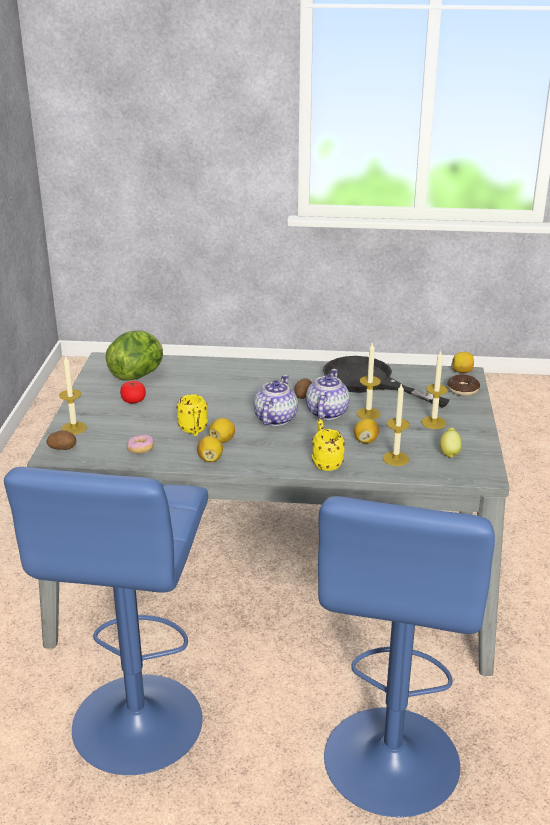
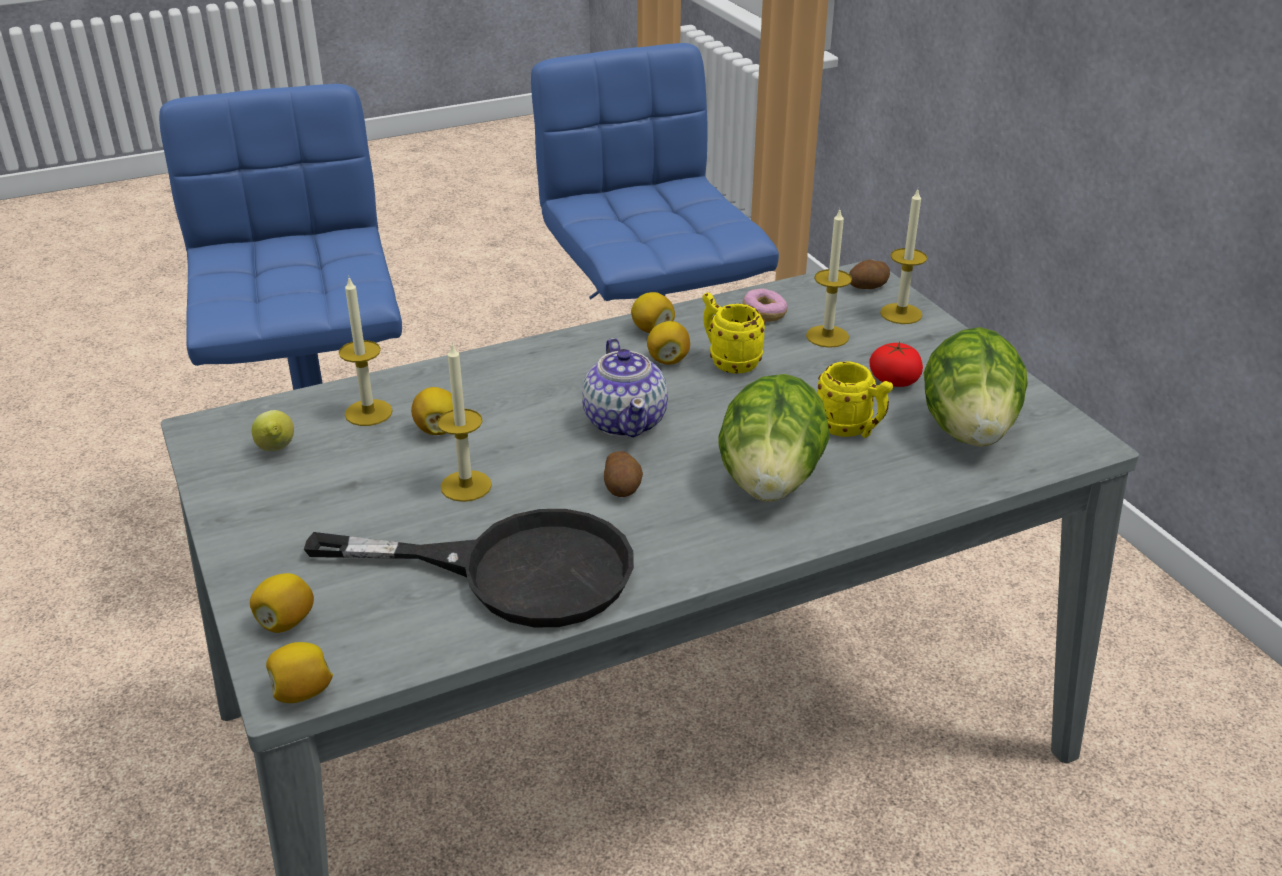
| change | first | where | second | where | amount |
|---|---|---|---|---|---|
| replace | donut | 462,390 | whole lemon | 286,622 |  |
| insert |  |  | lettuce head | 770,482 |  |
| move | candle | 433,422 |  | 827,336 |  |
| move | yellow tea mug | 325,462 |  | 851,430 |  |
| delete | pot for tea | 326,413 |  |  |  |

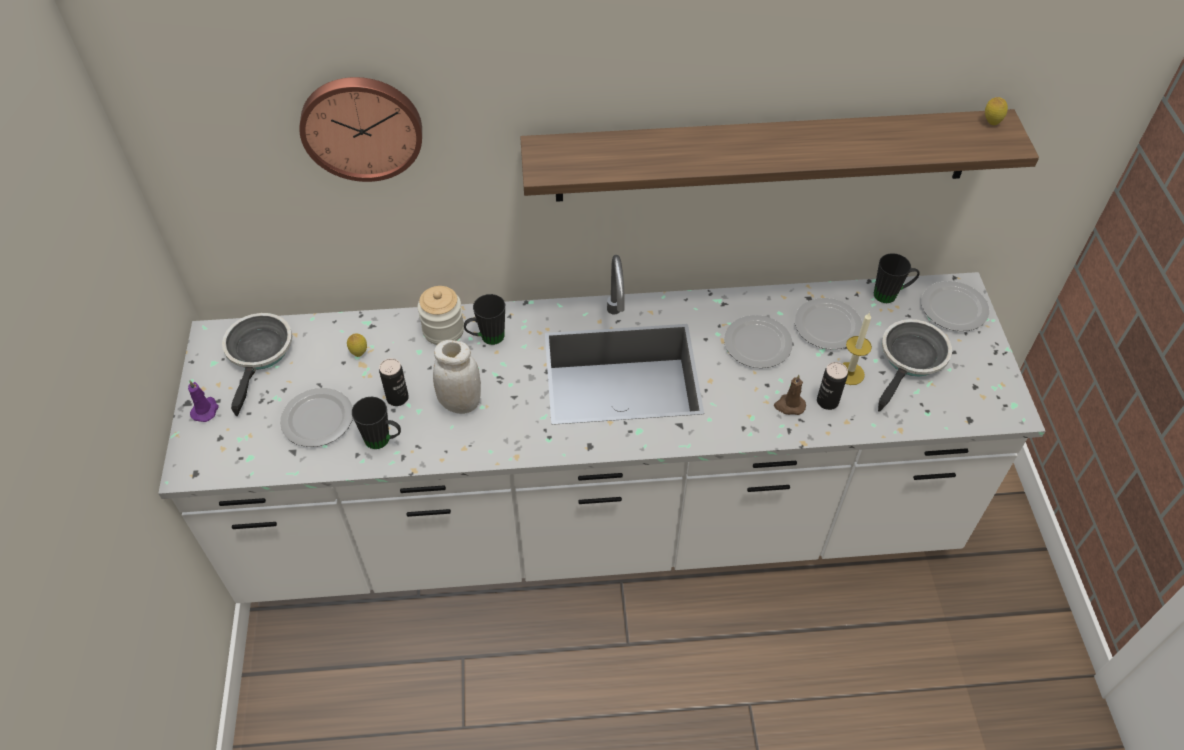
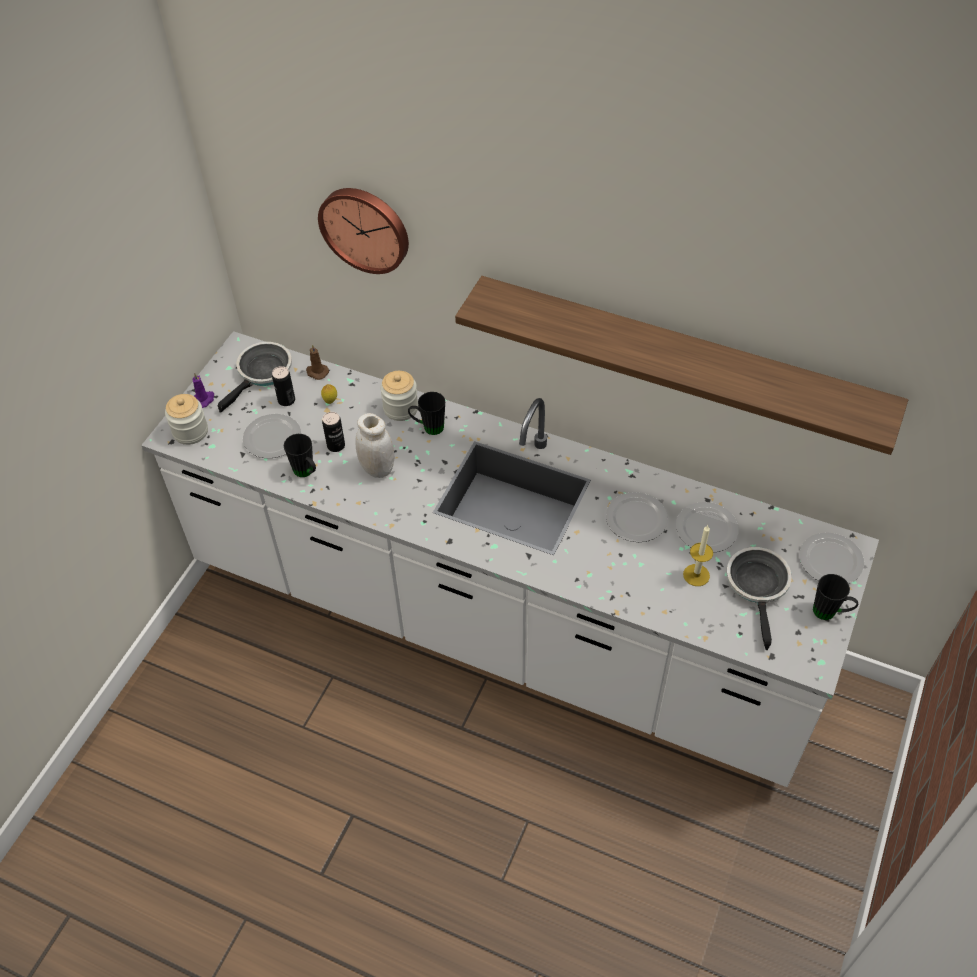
| change | first | where | second | where | amount |
|---|---|---|---|---|---|
| insert |  |  | preserve jar | 190,431 |  |
| move | metal can | 827,401 |  | 286,400 |  |
| move | brown candle | 789,405 |  | 316,372 |  |
| rotate | pan | 911,360 |  | 758,587 | 60 degrees counterclockwise |
| move | black tea mug | 891,295 |  | 830,613 |  |
| delete | whole lemon | 991,122 |  |  |  |

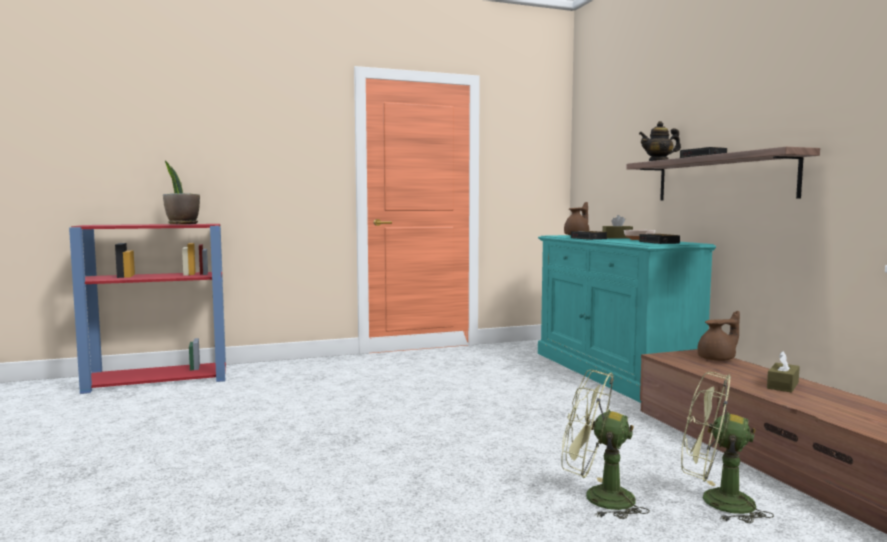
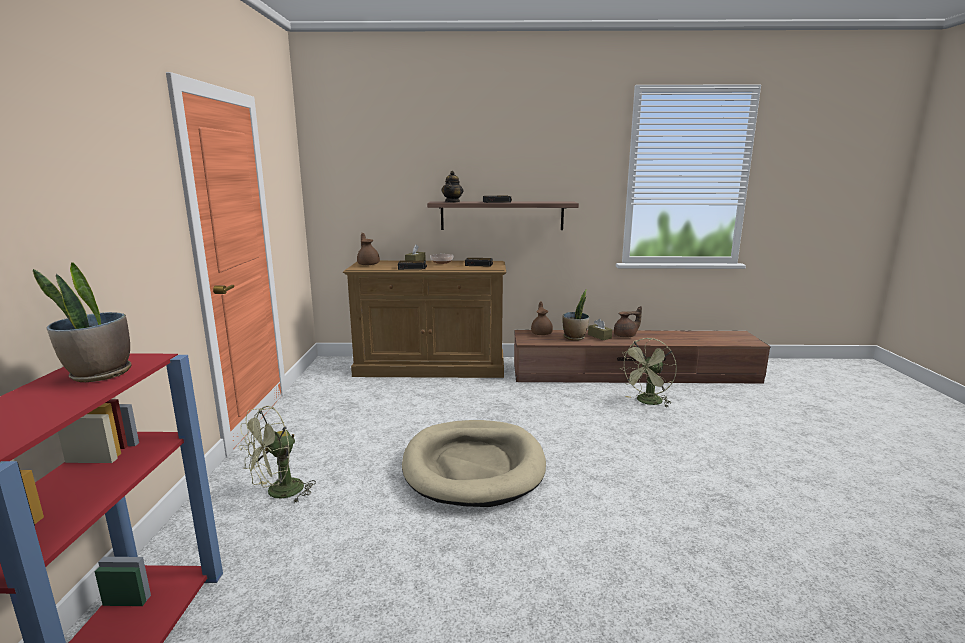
| change | first | where | second | where | amount |
|---|---|---|---|---|---|
| move | green cooling fan | 597,498 |  | 278,493 |  |
| recolor | turquoise cabinet | 612,372 | brown cabinet | 431,367 |  |
| insert |  |  | sand-coloured dog cushion | 473,466 |  |
| insert |  |  | houseplant | 574,337 |  |
| insert |  |  | brown pot for tea | 626,336 |  |

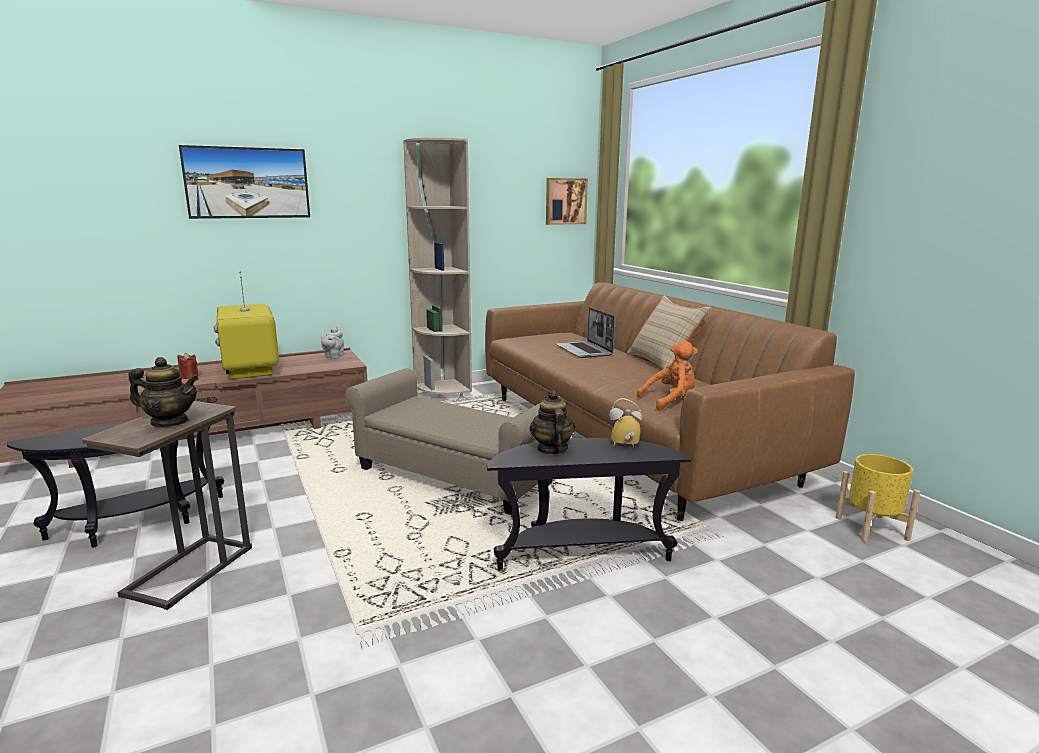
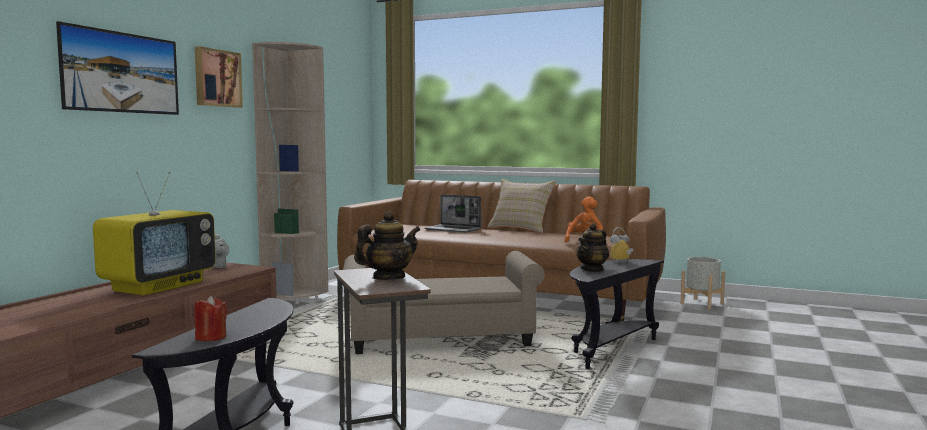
| change | first | where | second | where | amount |
|---|---|---|---|---|---|
| rotate | TV | 251,370 |  | 159,286 | 90 degrees counterclockwise |
| move | wall art | 565,201 |  | 217,78 |  |
| move | red-coloured candle | 189,376 |  | 211,337 |  |
| rotate | pot for tea | 551,449 |  | 592,269 | 90 degrees counterclockwise |
| recolor | yellow plant pot | 871,528 | gray plant pot | 701,304 |  |

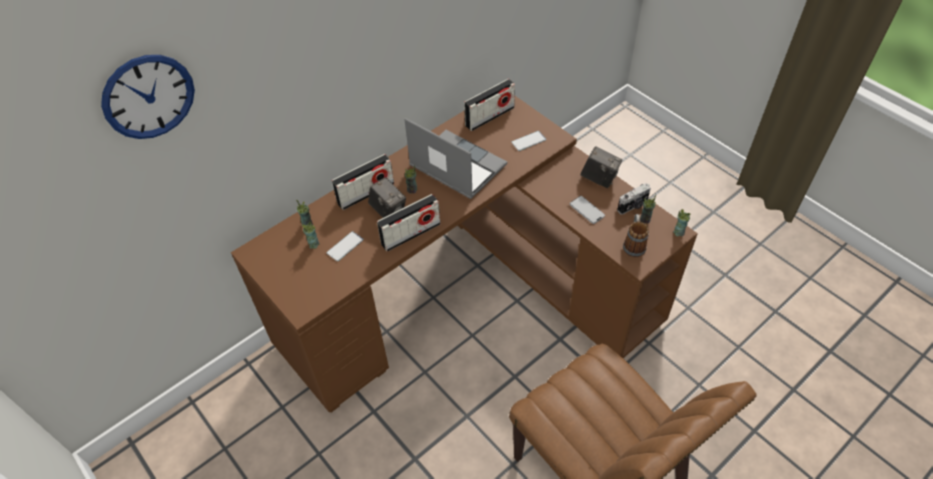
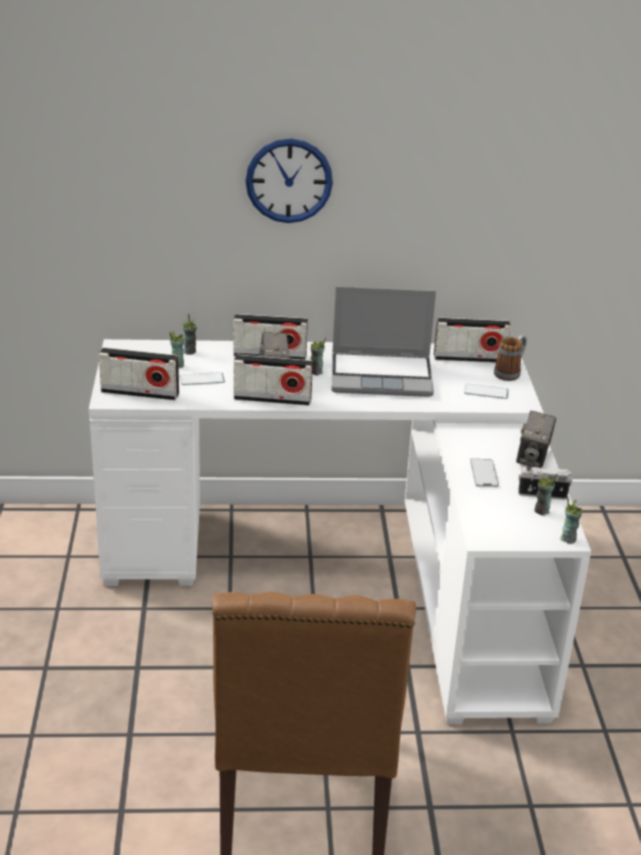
| change | first | where | second | where | amount |
|---|---|---|---|---|---|
| recolor | brown desk unit | 469,293 | white desk unit | 351,573 |  |
| insert |  |  | radio receiver | 140,393 |  |
| move | clock on the wall | 148,97 |  | 289,180 |  |
| rotate | notebook computer | 456,166 |  | 382,376 | 105 degrees clockwise |
| move | tea mug | 633,244 |  | 510,373 |  |
| rotate | photo camera | 599,178 |  | 533,458 | 45 degrees clockwise |

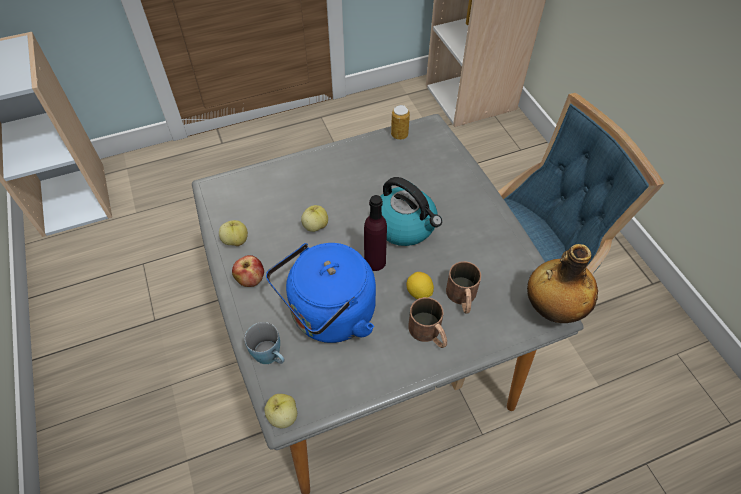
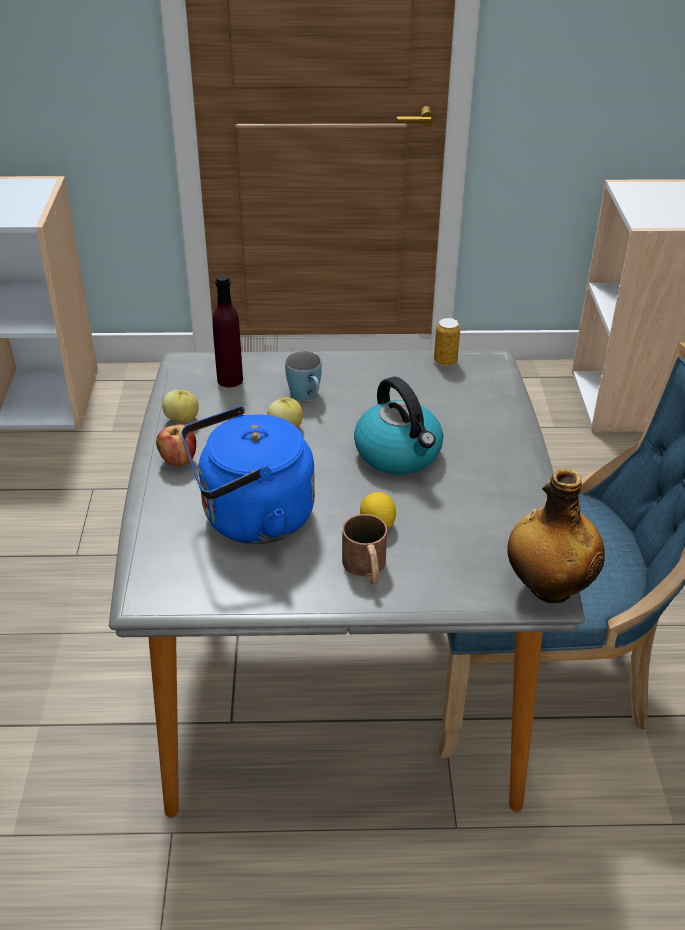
| change | first | where | second | where | amount |
|---|---|---|---|---|---|
| move | purple bottle | 375,262 |  | 230,380 |  |
| move | blue-coloured tea mug | 271,357 |  | 307,397 |  |
| delete | whole apple | 282,416 |  |  |  |
| delete | brown tea mug | 462,298 |  |  |  |

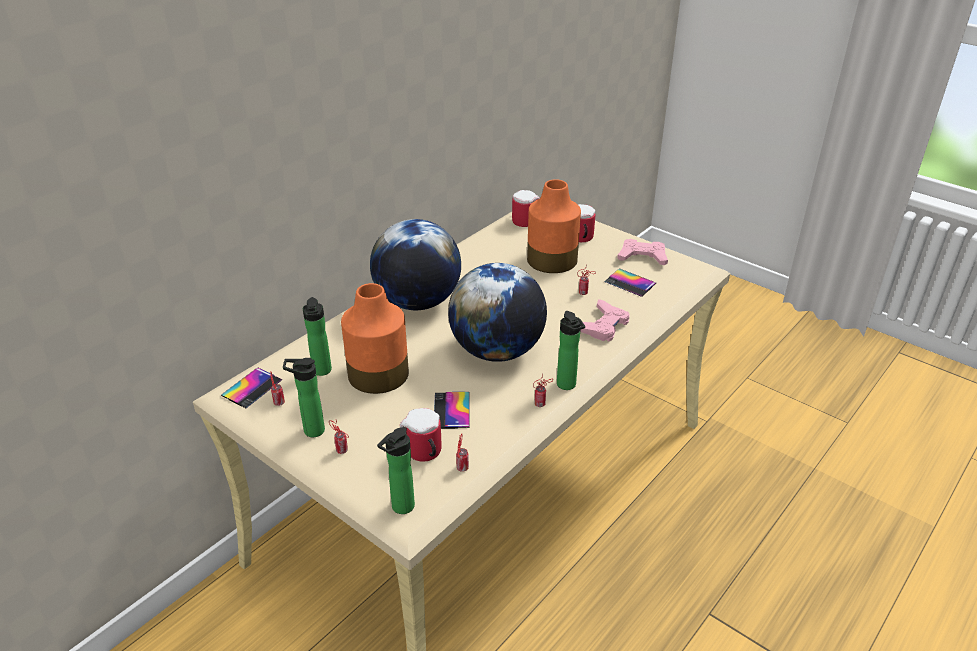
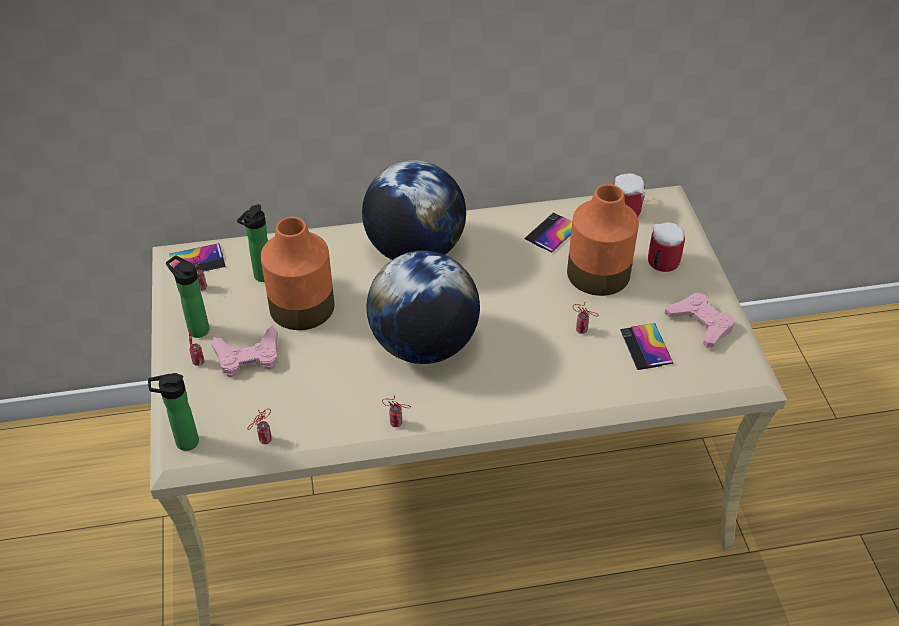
| change | first | where | second | where | amount |
|---|---|---|---|---|---|
| move | pink-coloured gamepad | 603,326 |  | 248,357 |  |
| move | telephone | 451,410 |  | 552,232 |  |
| delete | tea mug | 424,454 |  |  |  |
| delete | bottle | 567,386 |  |  |  |

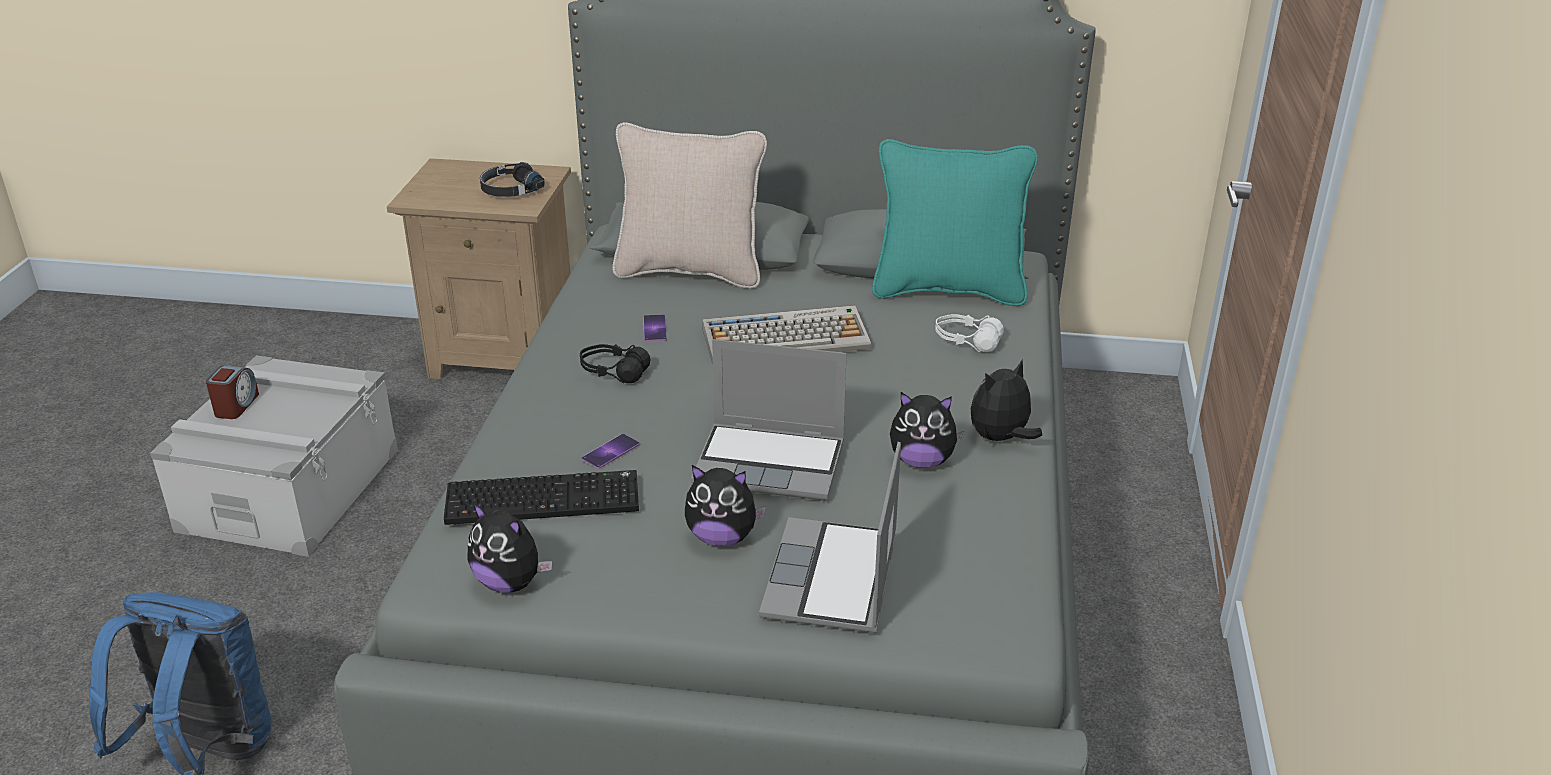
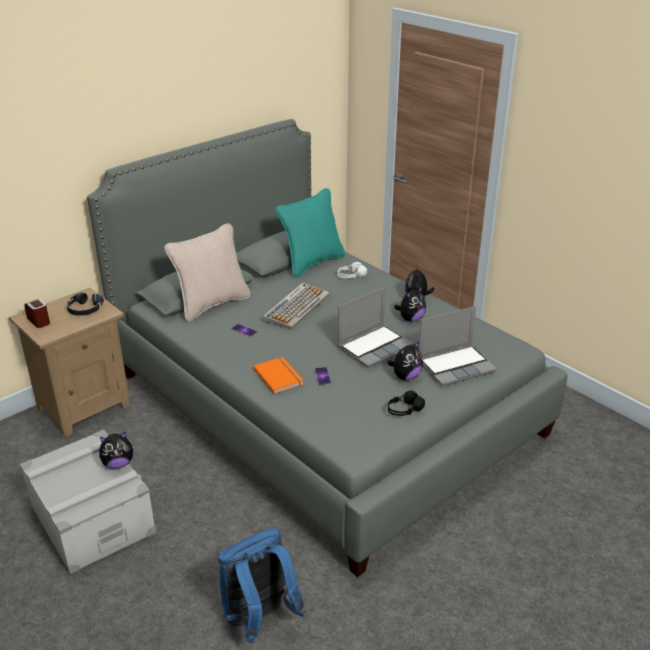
| change | first | where | second | where | amount |
|---|---|---|---|---|---|
| move | table clock | 236,406 |  | 39,321 |  |
| move | cuddly toy | 510,582 |  | 118,464 |  |
| insert |  |  | orangey bound book | 279,376 |  |
| move | black pair of headphones | 613,372 |  | 404,410 |  |
| rotate | notebook computer | 833,580 |  | 456,366 | 75 degrees counterclockwise |
| delete | PC keyboard | 545,498 |  |  |  |

